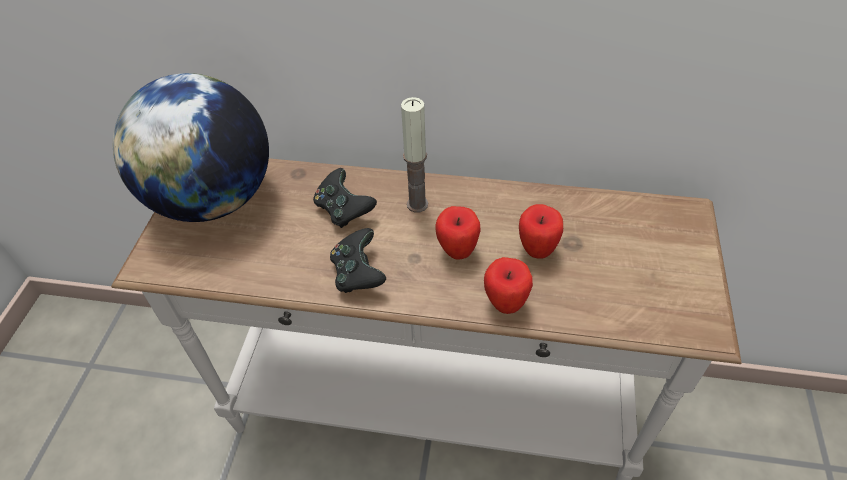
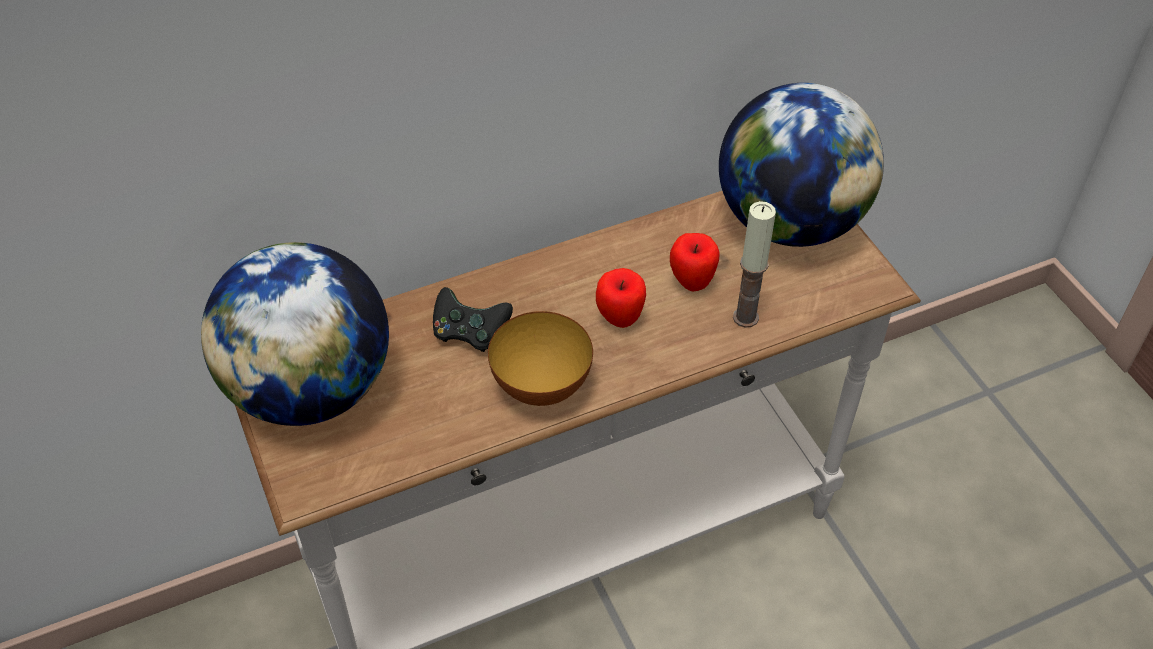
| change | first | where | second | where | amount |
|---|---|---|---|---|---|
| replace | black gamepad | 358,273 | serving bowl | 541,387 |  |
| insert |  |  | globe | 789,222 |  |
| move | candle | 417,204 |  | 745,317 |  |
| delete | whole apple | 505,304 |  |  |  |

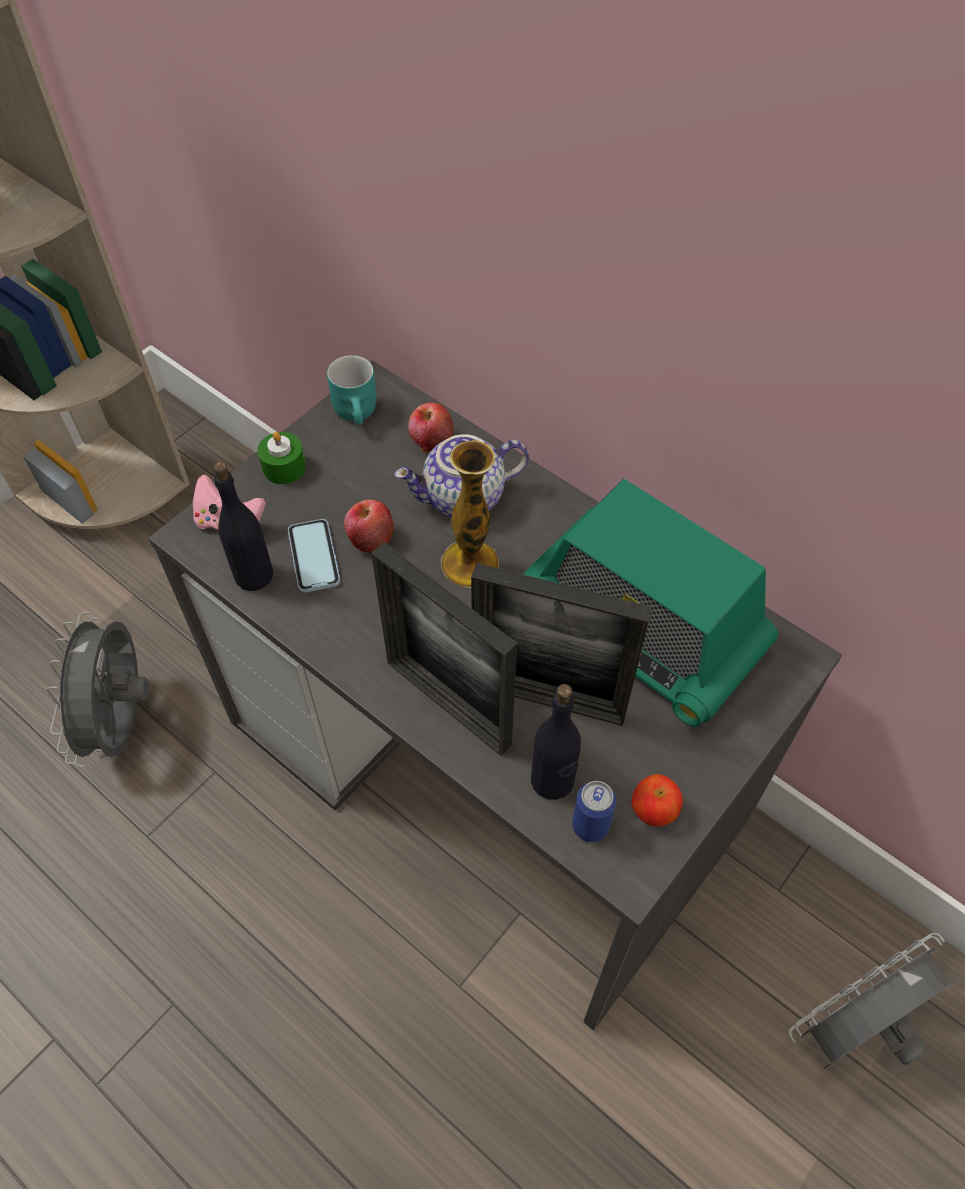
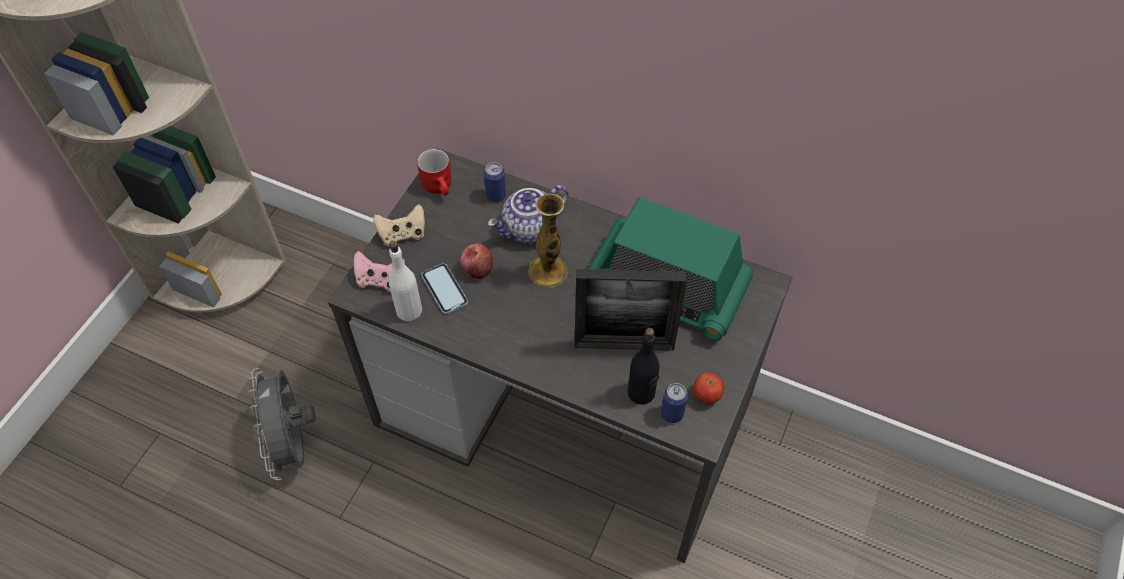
| change | first | where | second | where | amount |
|---|---|---|---|---|---|
| replace | green candle | 284,467 | sand-coloured gamepad | 403,234 |  |
| recolor | black bottle | 254,575 | white bottle | 409,310 |  |
| recolor | turquoise tea mug | 359,412 | red-coloured tea mug | 440,186 |  |
| replace | whole apple | 431,441 | metal can | 496,195 |  |
| delete | standing frame | 448,703 |  |  |  |
| delete | gray cooling fan | 852,1028 |  |  |  |

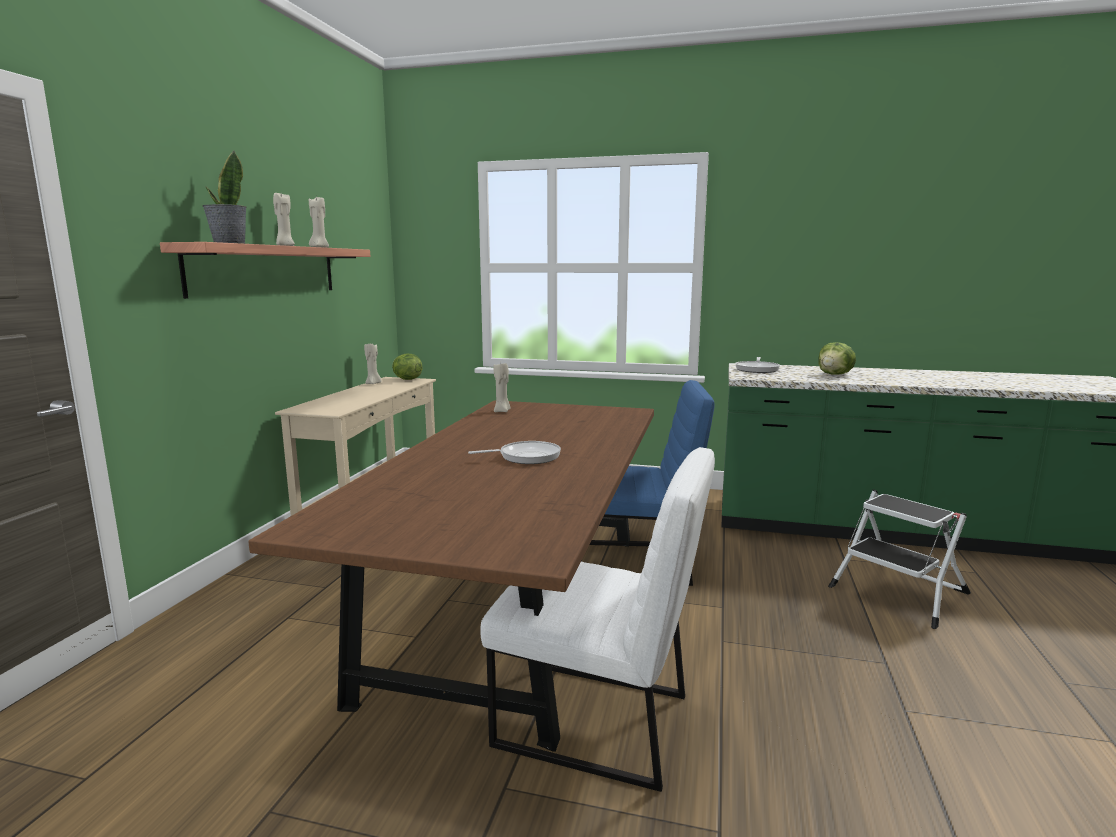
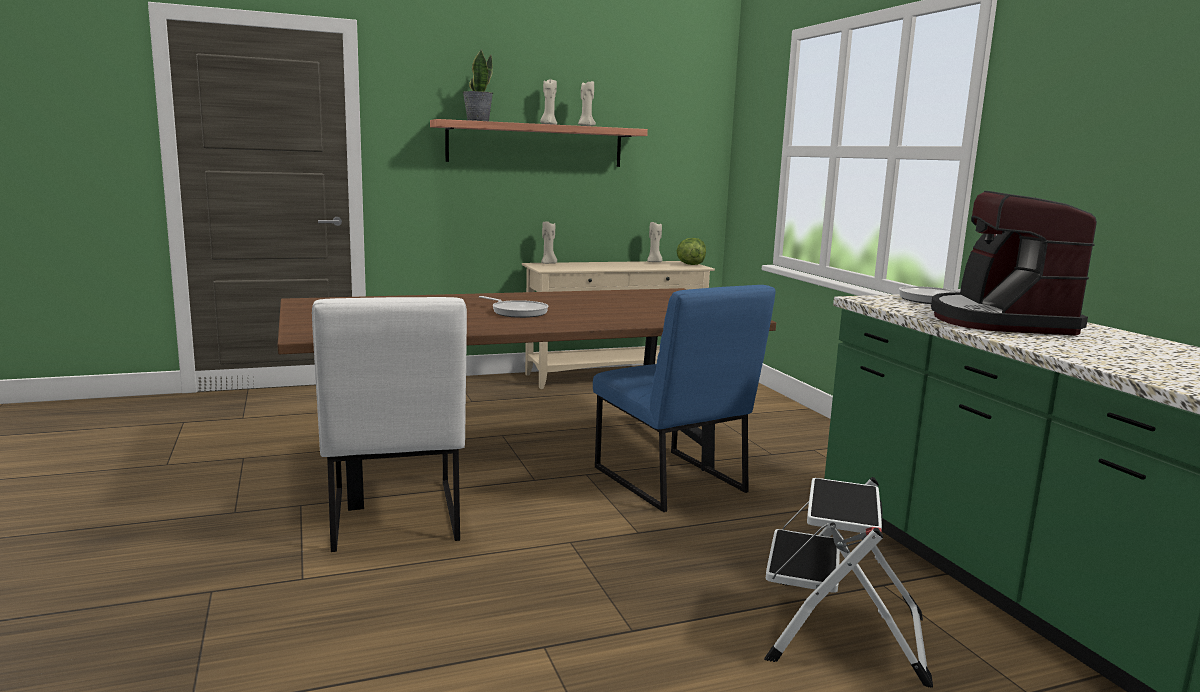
| change | first | where | second | where | amount |
|---|---|---|---|---|---|
| move | sand-coloured candle | 502,411 |  | 548,263 |  |
| replace | lettuce head | 835,374 | coffee brewer | 1000,321 |  |

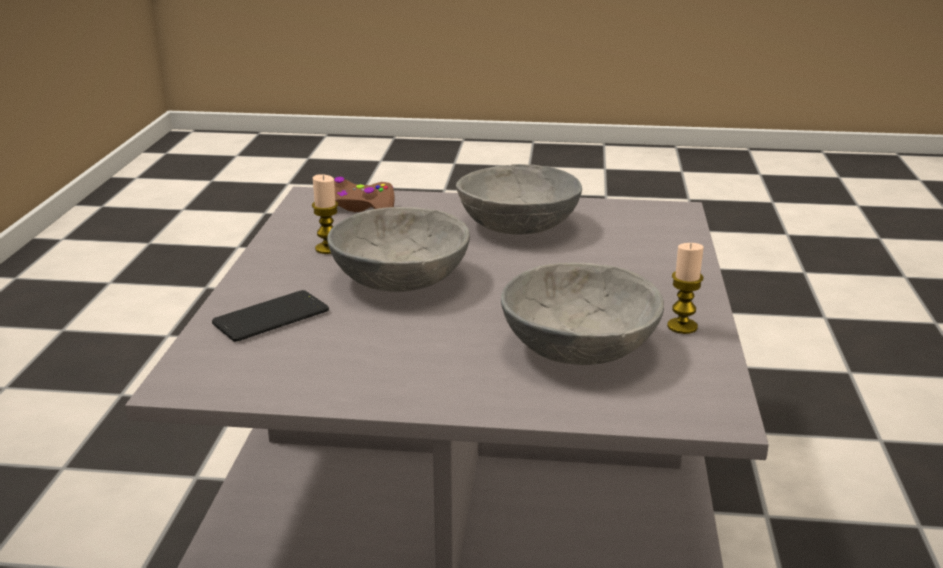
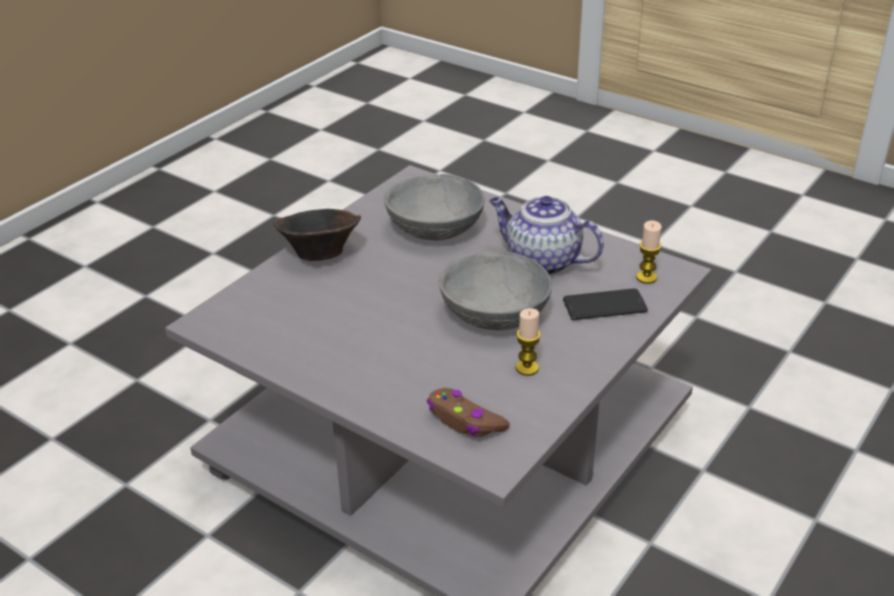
| change | first | where | second | where | amount |
|---|---|---|---|---|---|
| insert |  |  | brown serving bowl | 319,254 |  |
| insert |  |  | pot for tea | 541,261 |  |
| move | candle | 682,326 |  | 646,277 |  |
| delete | gray serving bowl | 519,226 |  |  |  |

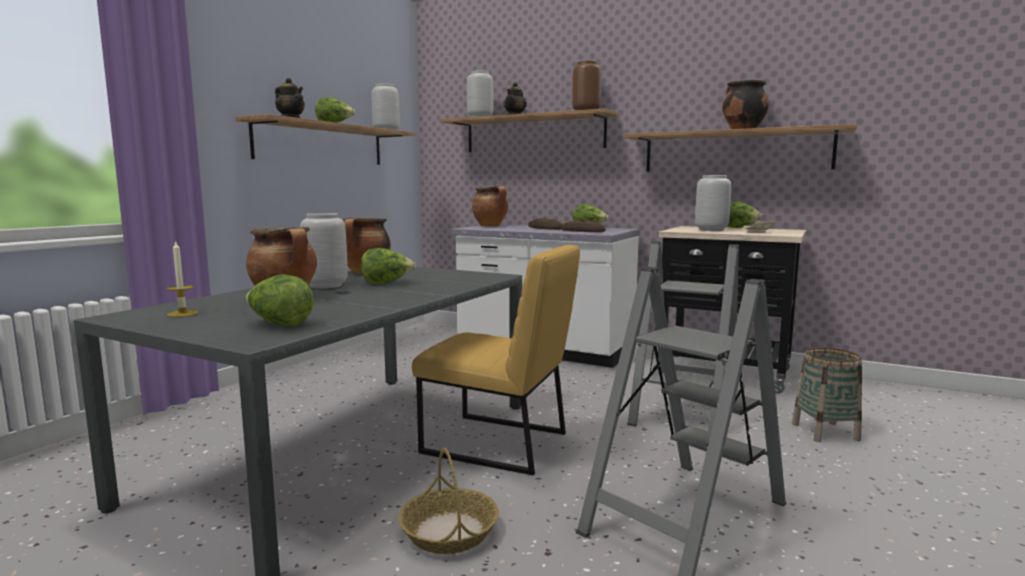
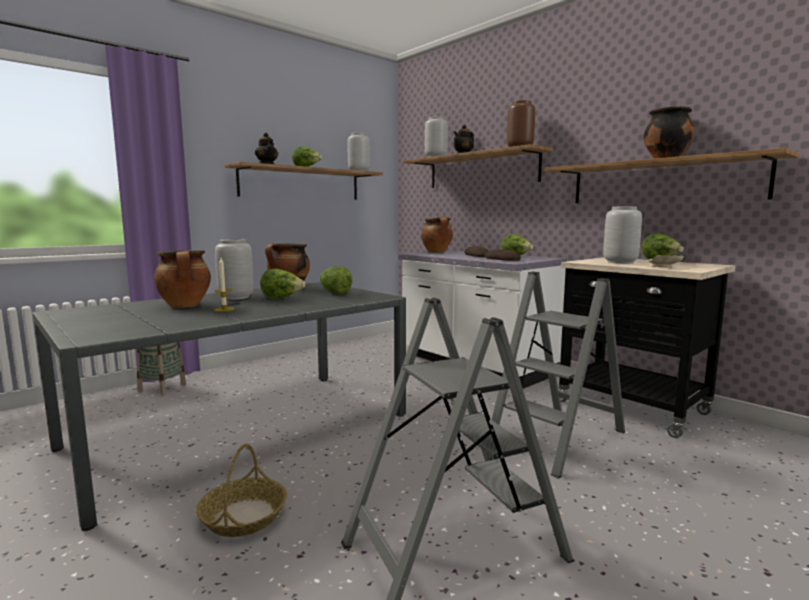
| change | first | where | second | where | amount |
|---|---|---|---|---|---|
| move | basket | 825,432 |  | 162,388 |  |
| move | candle | 182,314 |  | 224,309 |  |
| move | lettuce head | 280,324 |  | 335,293 |  |
| delete | yellow plain chair | 498,444 |  |  |  |

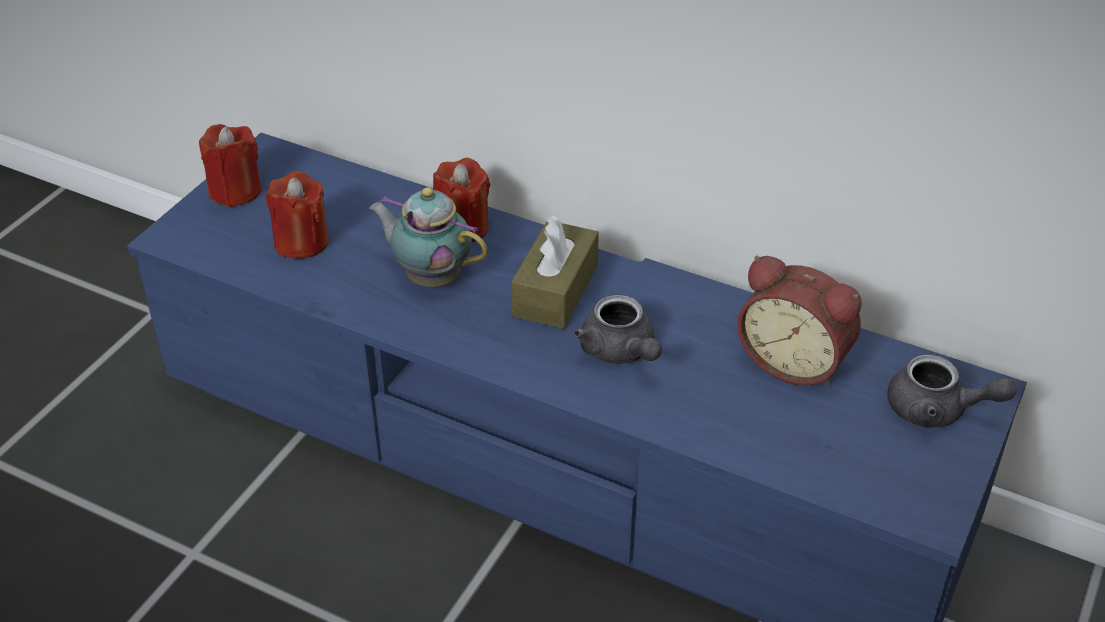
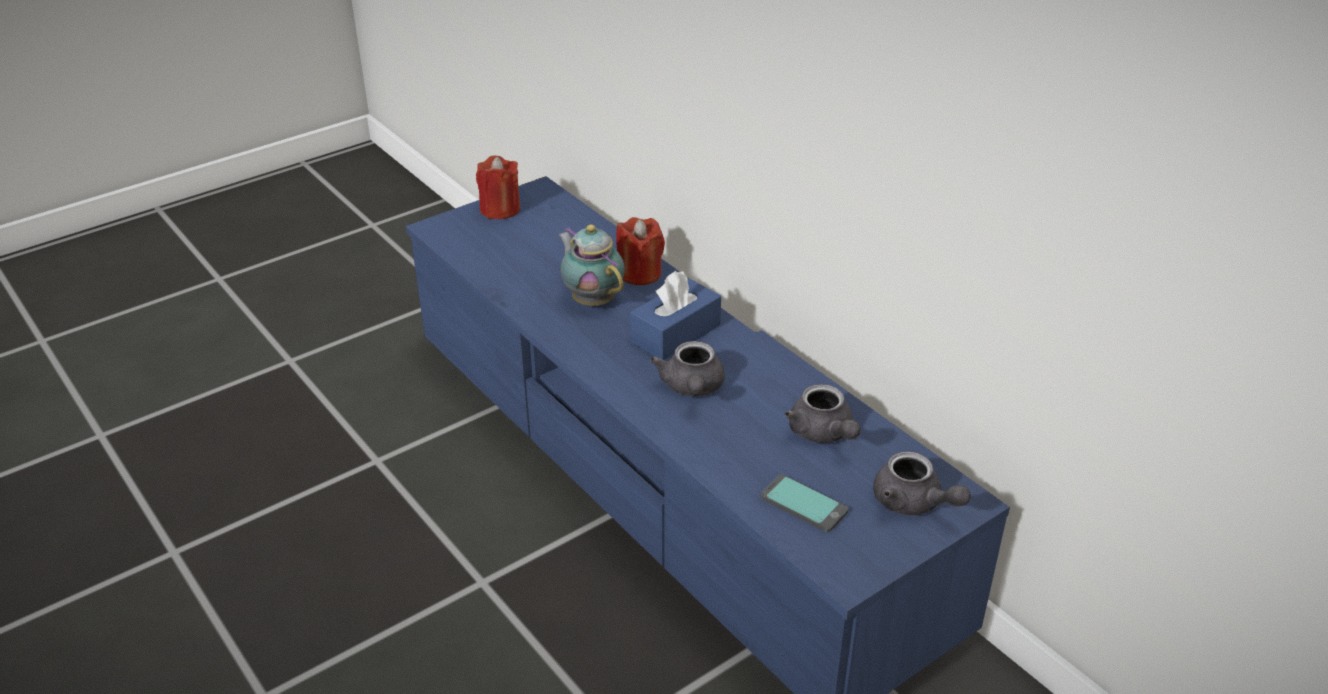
| change | first | where | second | where | amount |
|---|---|---|---|---|---|
| recolor | brown tissue box | 555,290 | blue-coloured tissue box | 675,333 |  |
| insert |  |  | telephone | 804,504 |  |
| replace | table clock | 795,361 | gray pot for tea | 823,434 |  |
| delete | red-coloured candle | 301,242 |  |  |  |

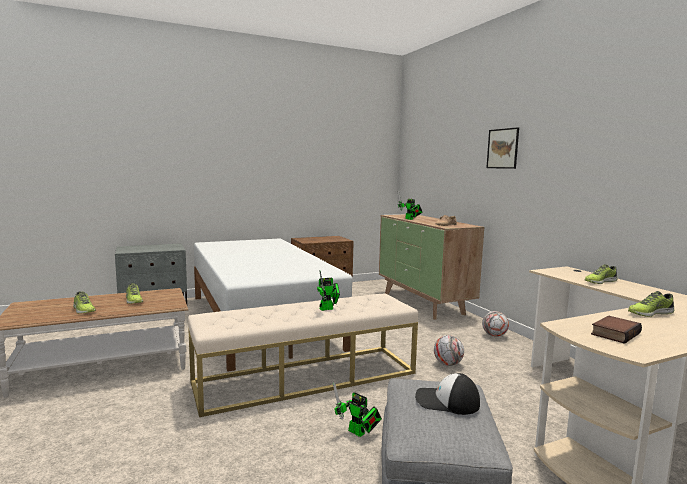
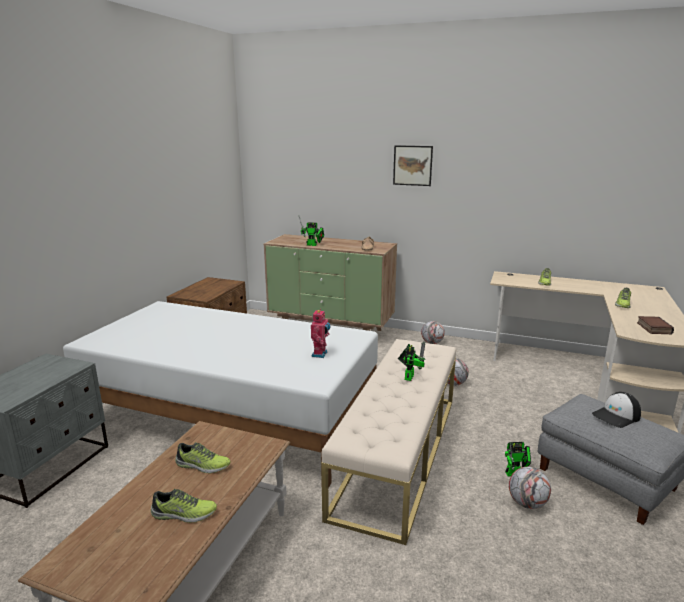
| change | first | where | second | where | amount |
|---|---|---|---|---|---|
| insert |  |  | toy robot | 320,354 |  |
| insert |  |  | ball for football | 527,503 |  |

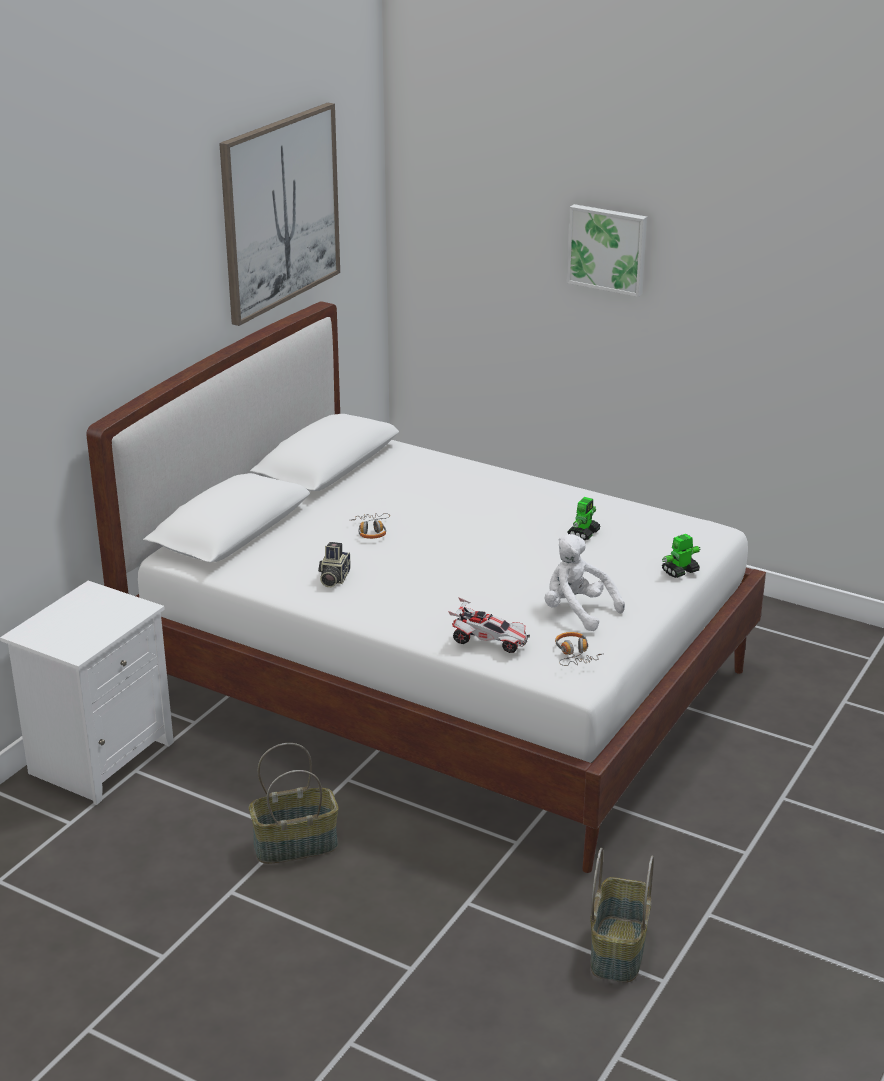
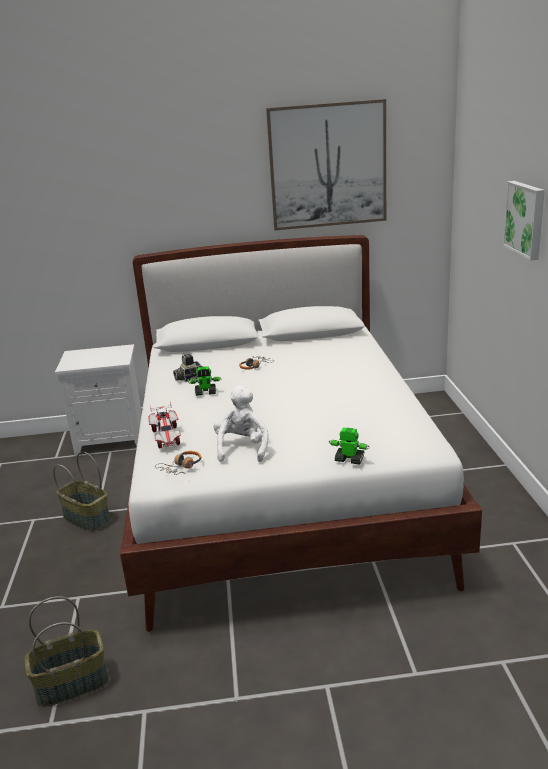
| change | first | where | second | where | amount |
|---|---|---|---|---|---|
| move | toy robot | 584,533 |  | 206,393 |  |

